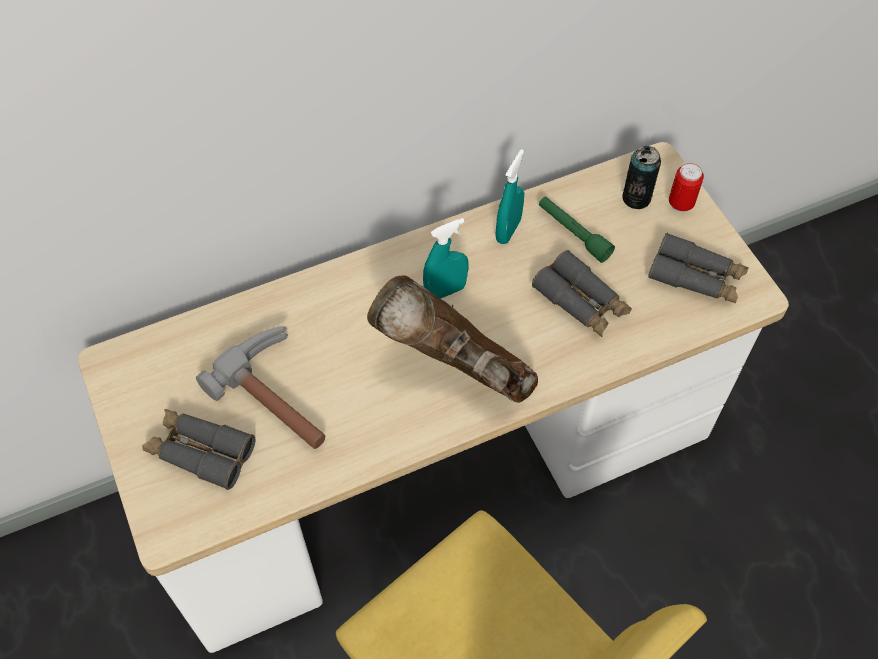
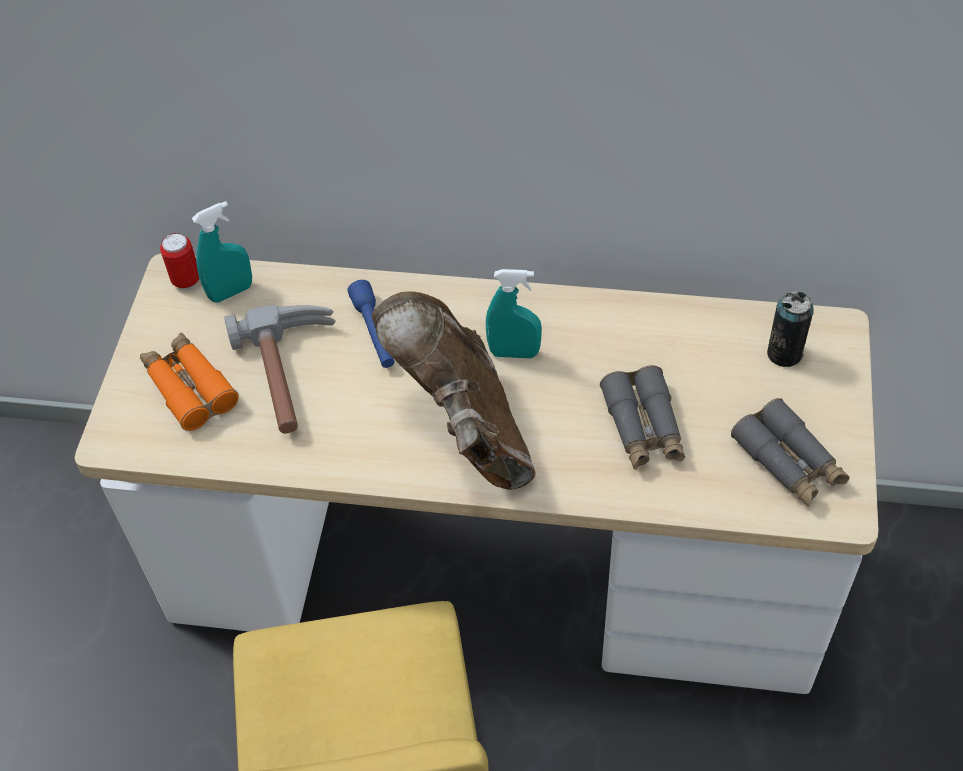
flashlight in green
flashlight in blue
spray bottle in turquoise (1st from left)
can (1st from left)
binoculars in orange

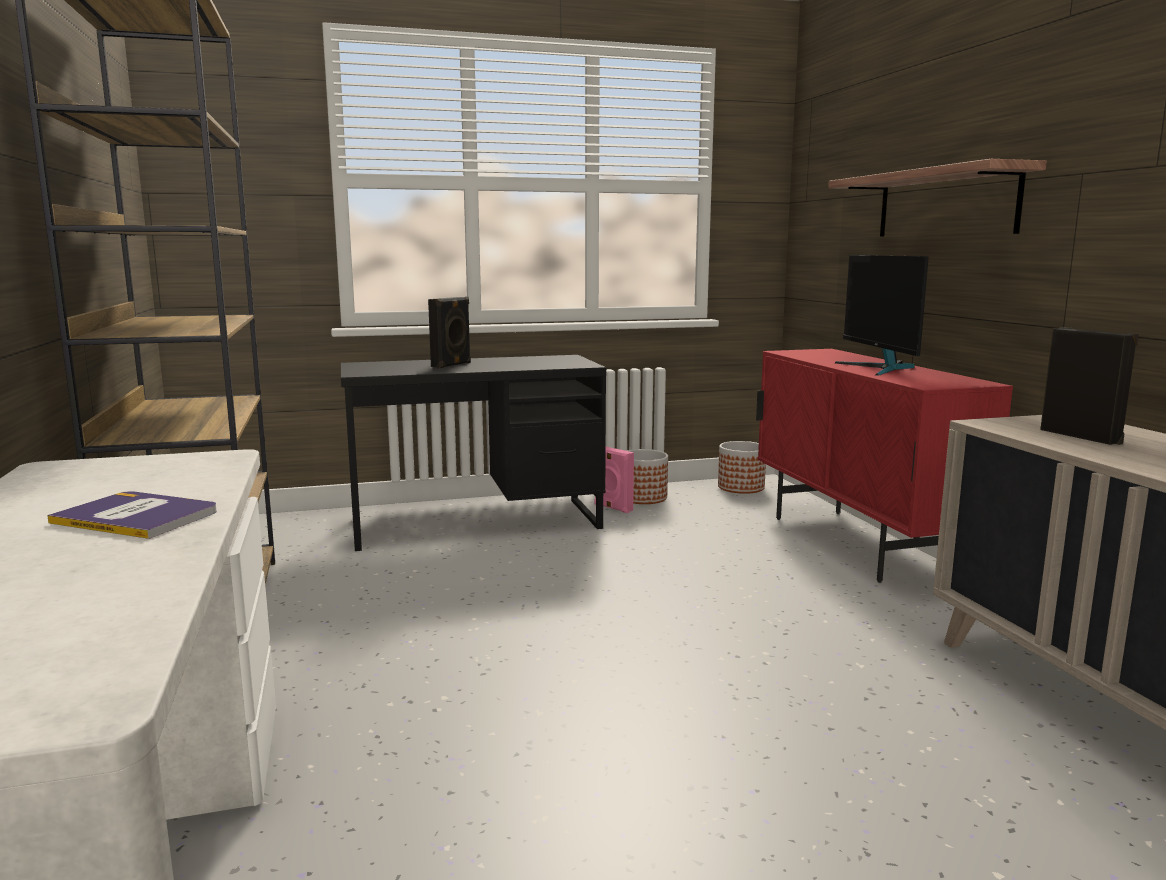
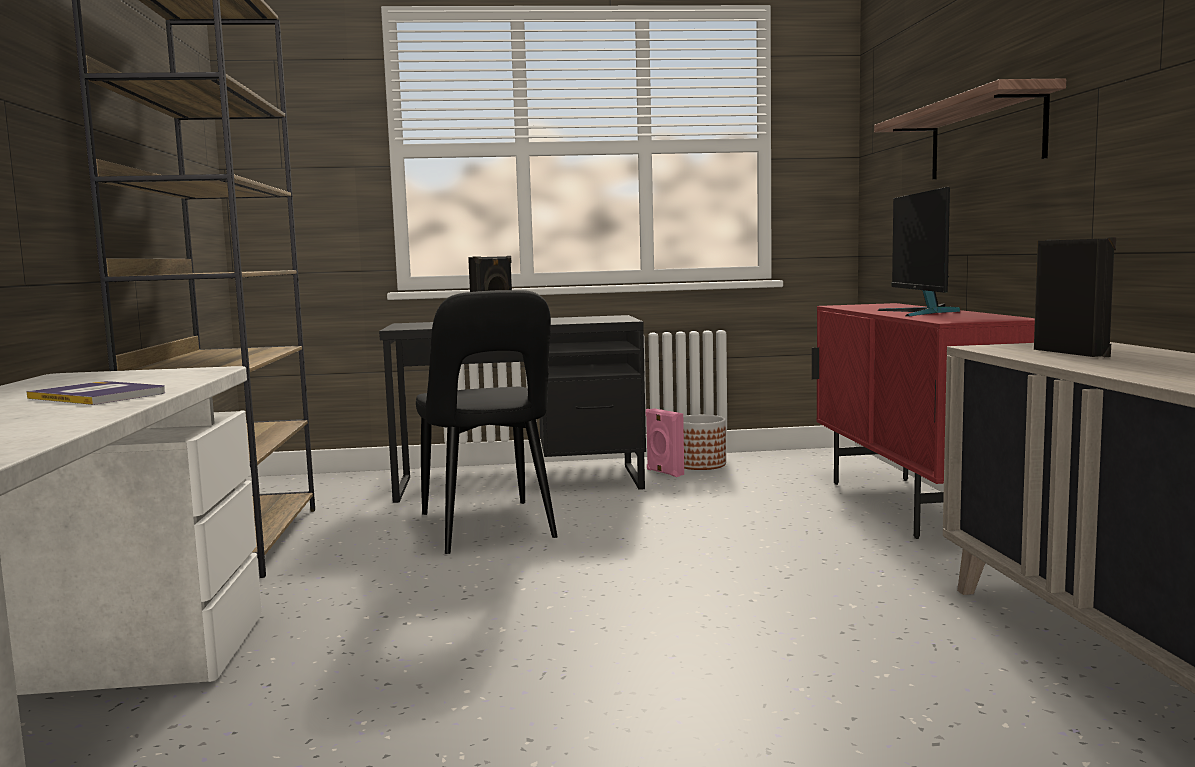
planter (2nd from left in the first image)
chair in black

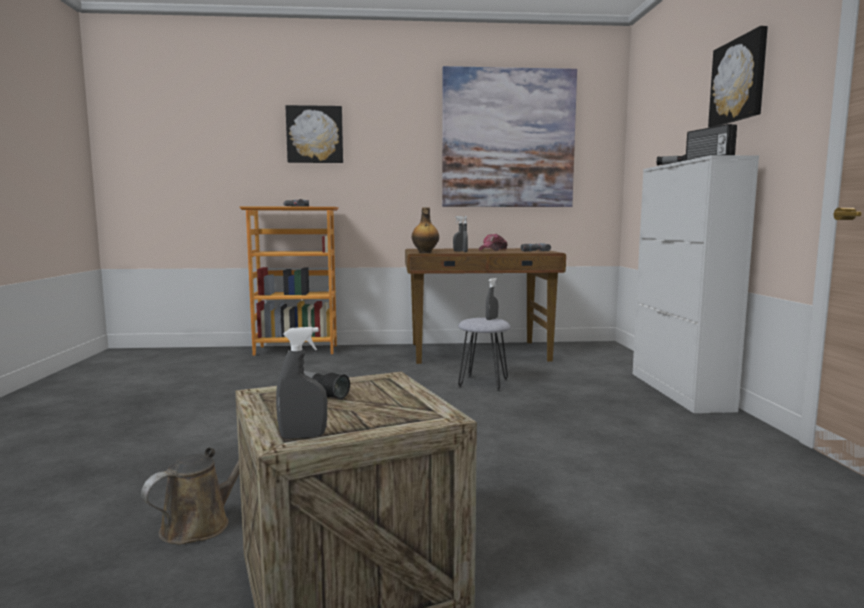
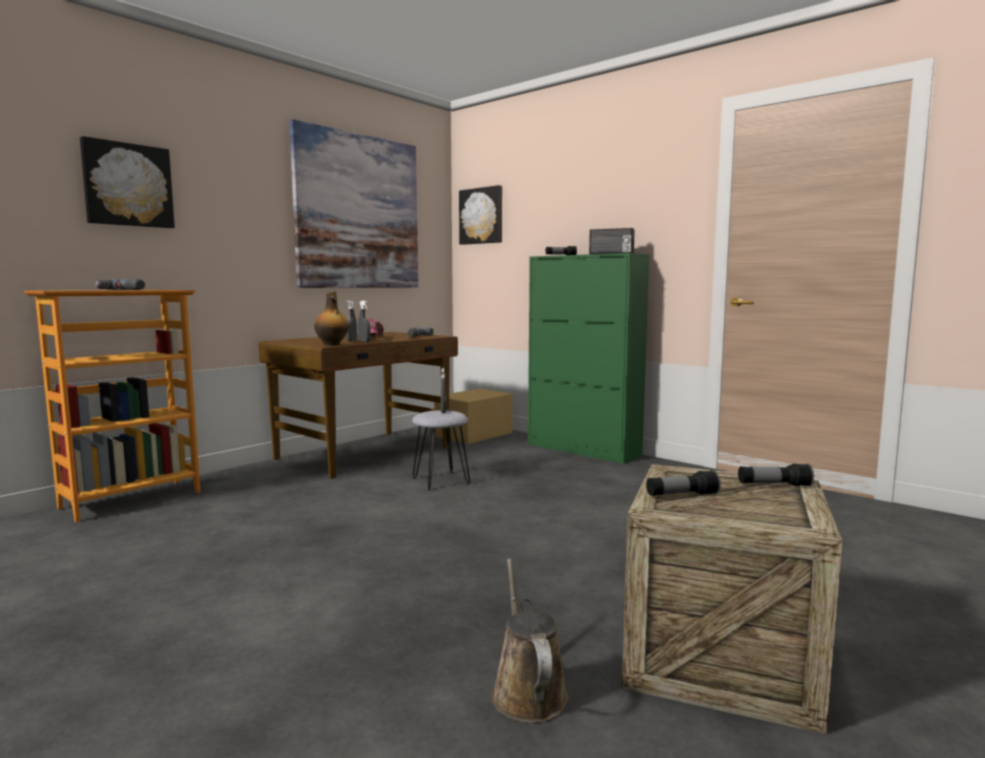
spray bottle in grey (1st from left in the first image)
cardboard box
flashlight (3rd from left)
picture (3rd from left)
cabinet in green

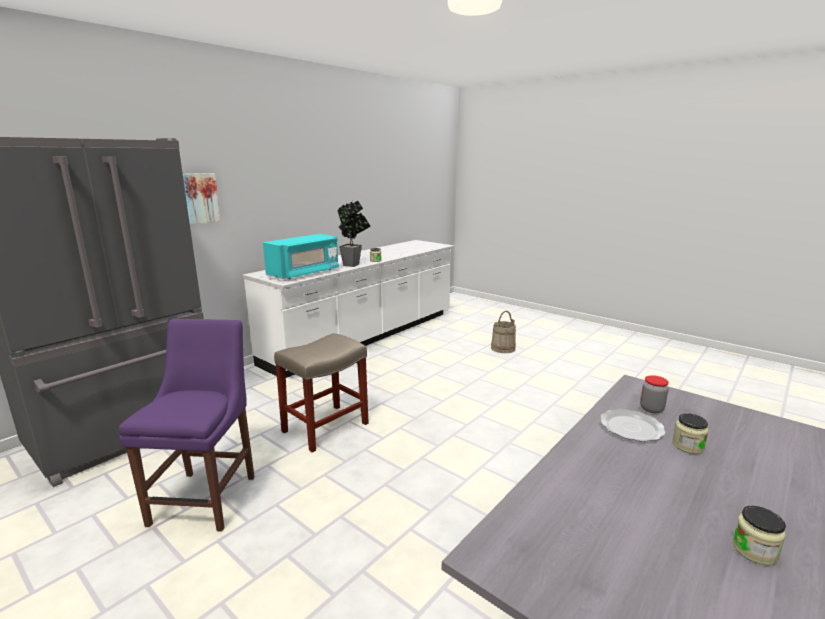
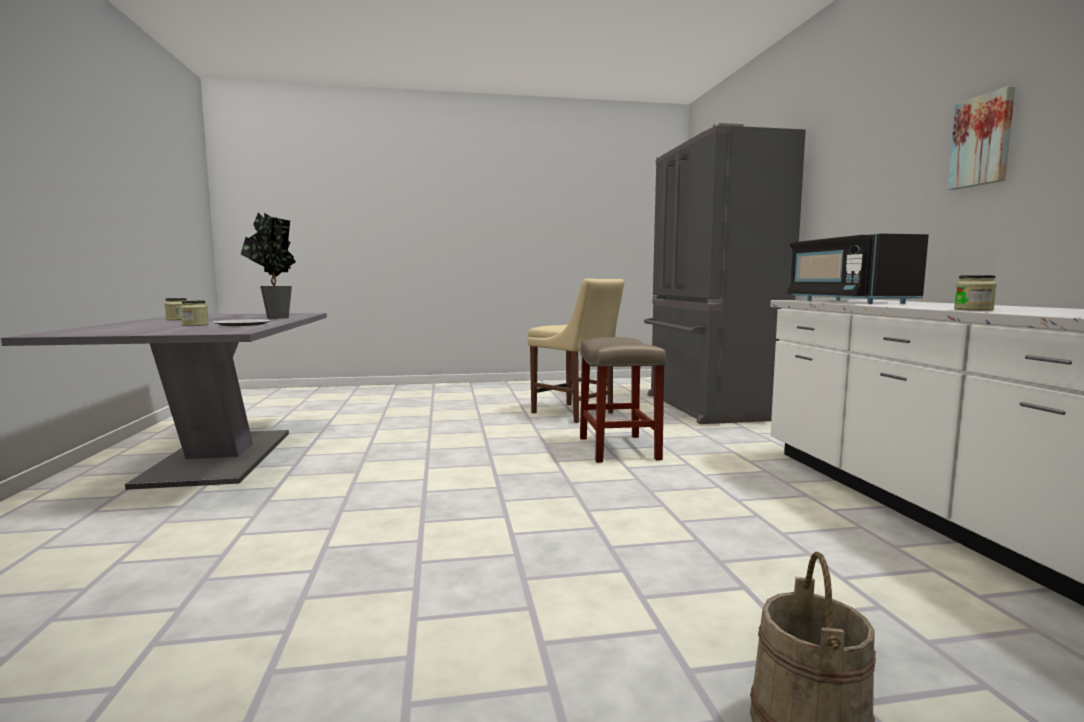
jar (2nd from left in the first image)
picture
potted plant
chair in beige
microwave in black

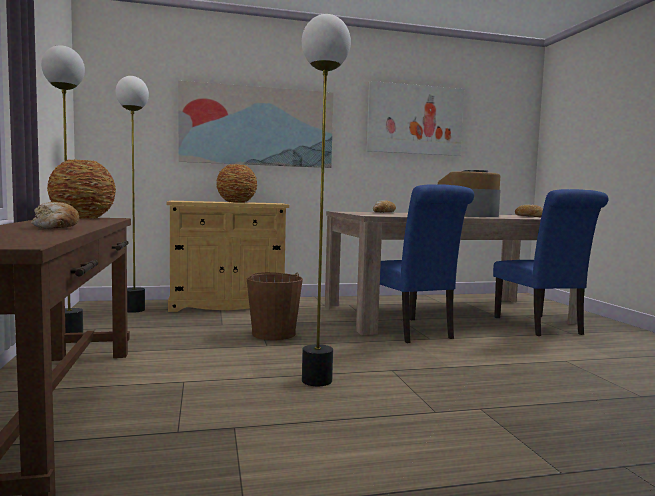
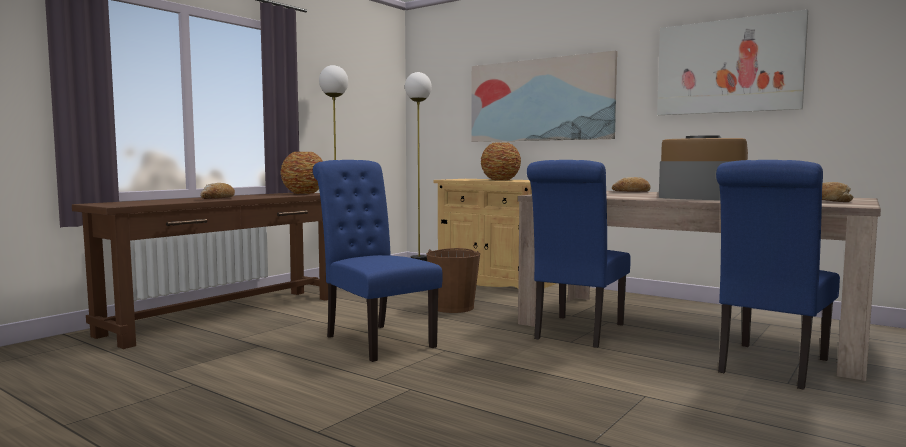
chair in blue (1st from left)

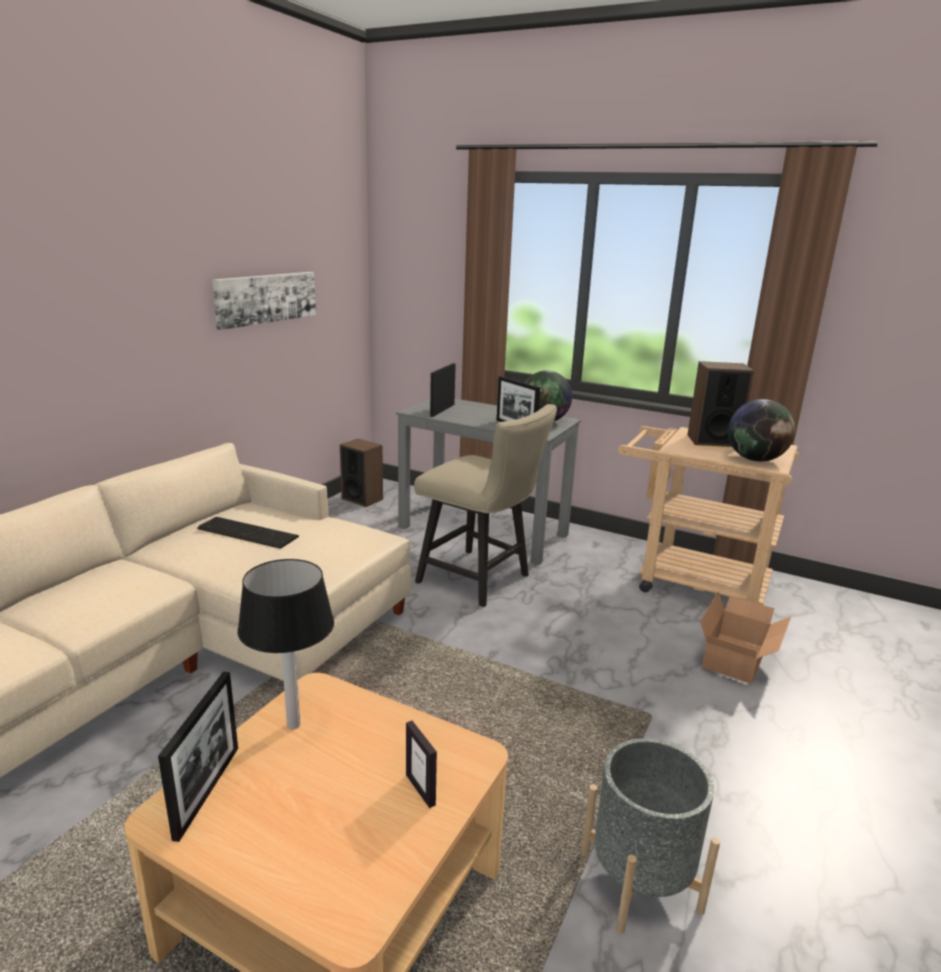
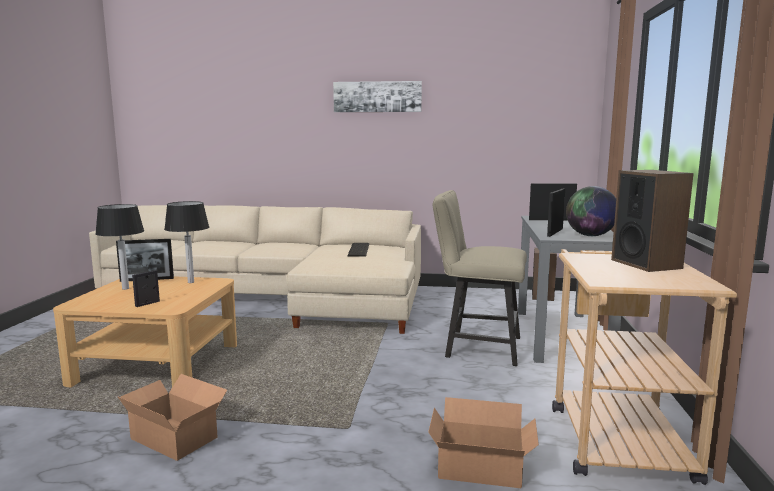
globe (2nd from left in the first image)
table lamp (1st from left)
picture
cardboard box (1st from left)
chair in beige

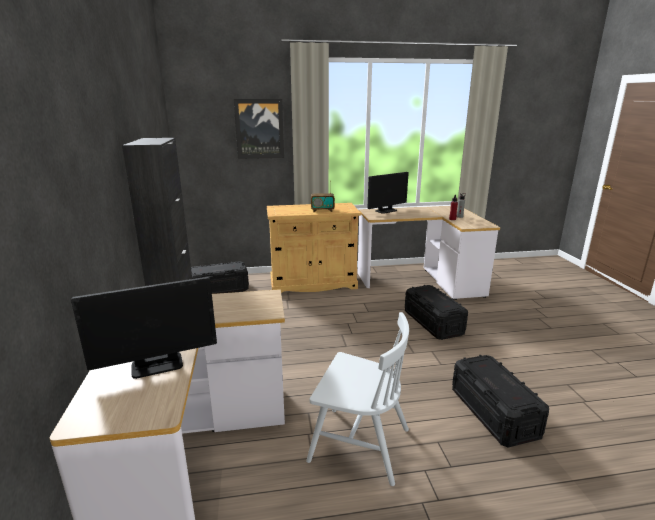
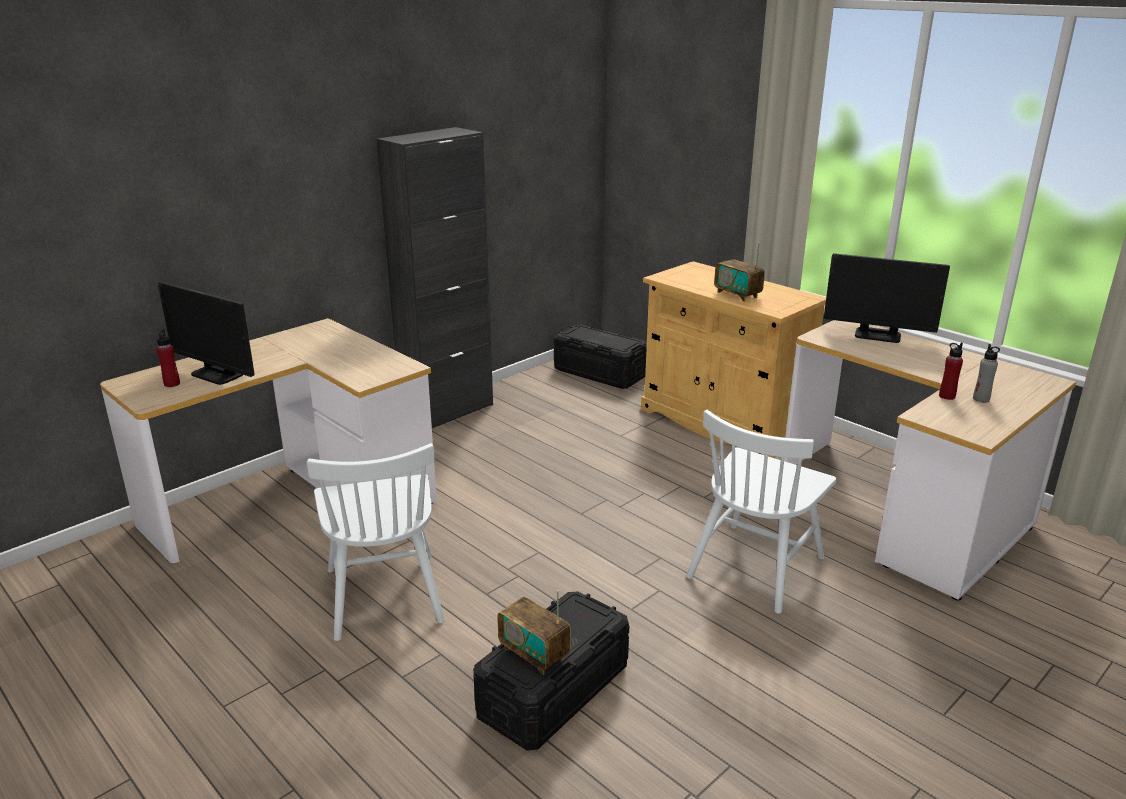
picture
bottle in red (1st from left)
radio (1st from left)
chair in white (2nd from left)

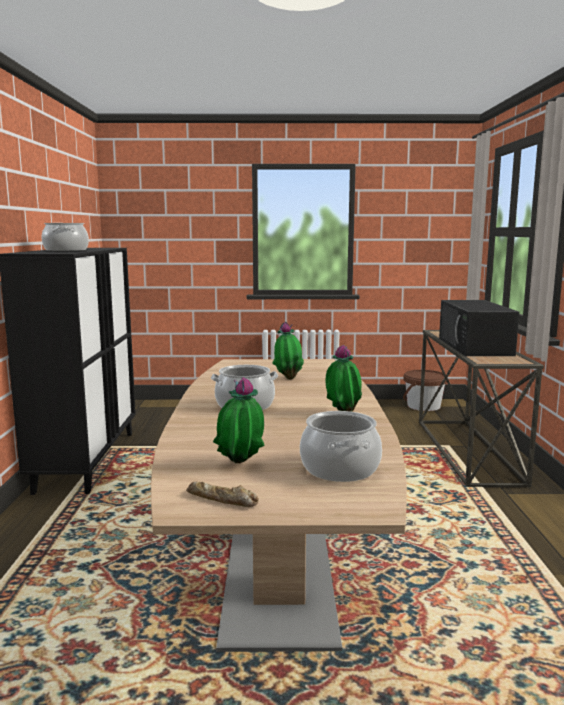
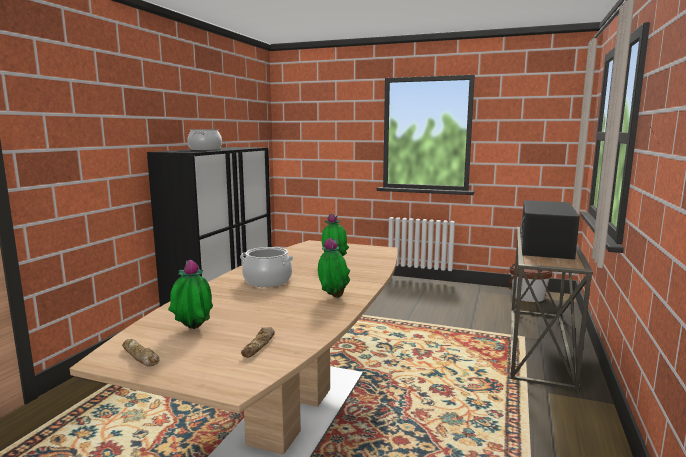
bread (2nd from left)

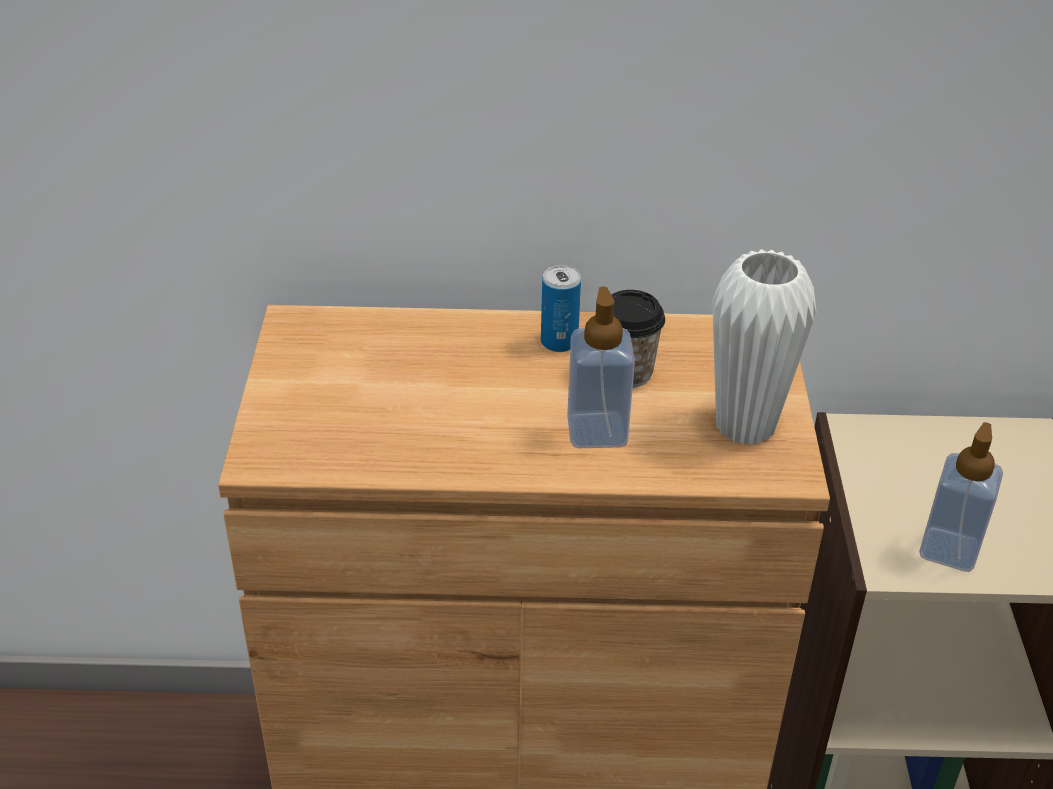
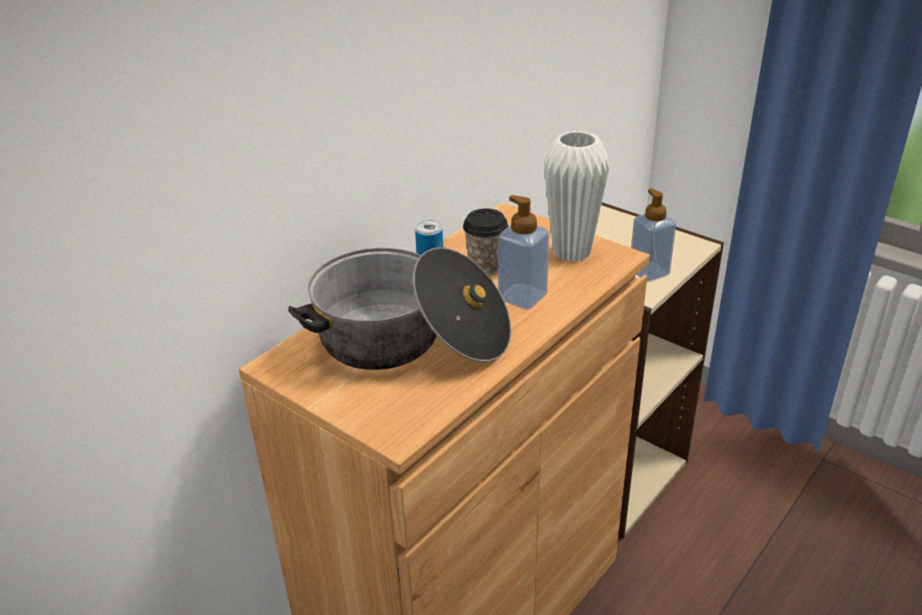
cooking pot

